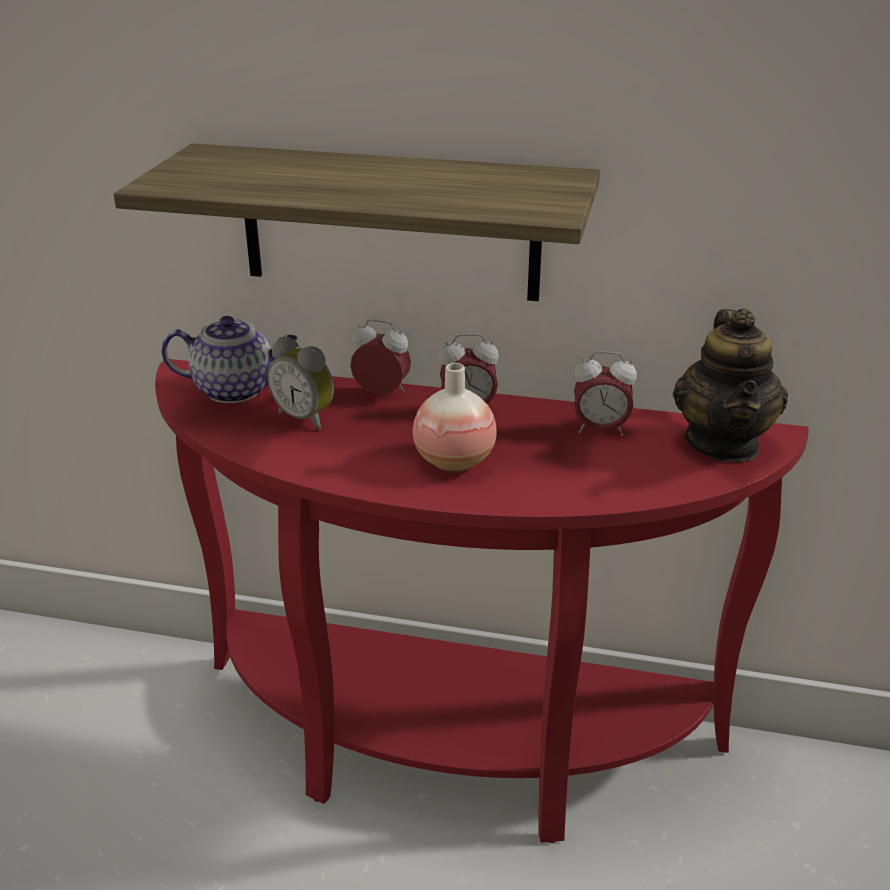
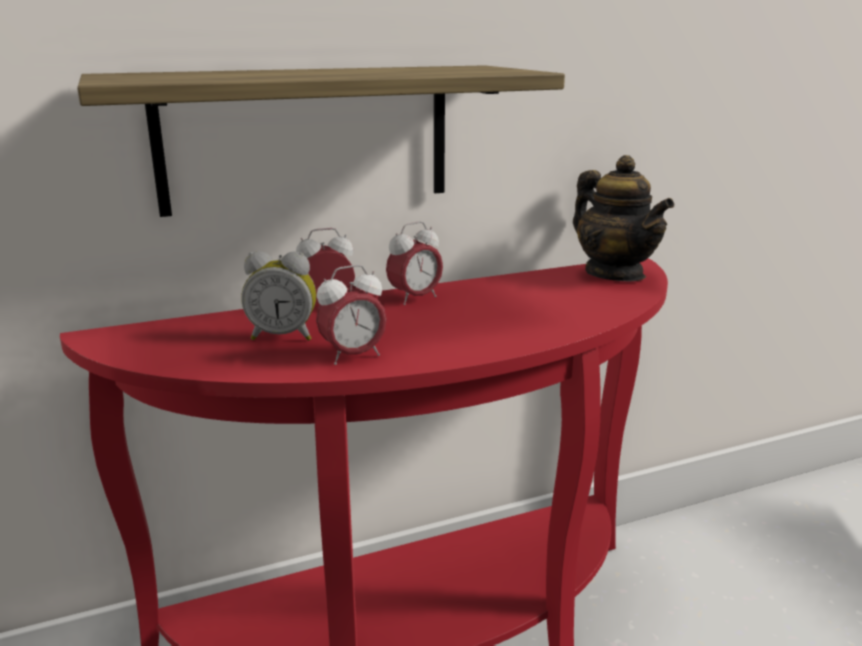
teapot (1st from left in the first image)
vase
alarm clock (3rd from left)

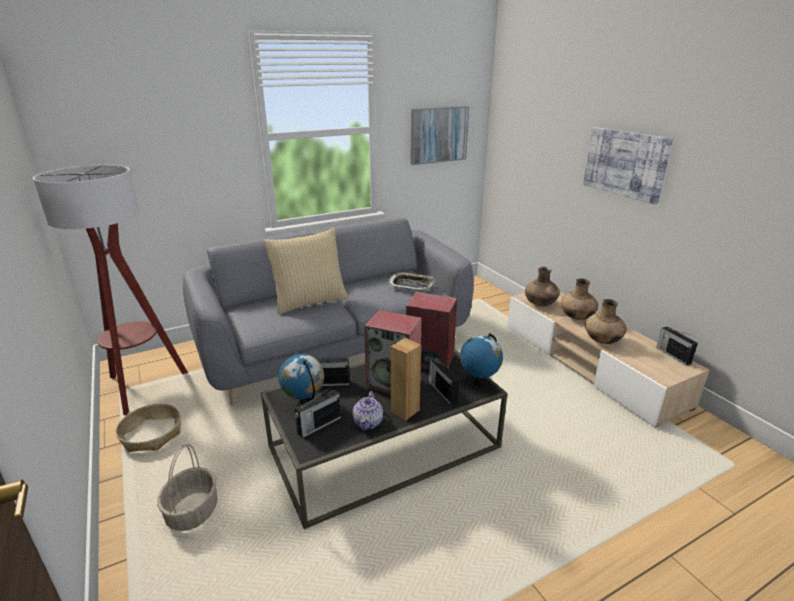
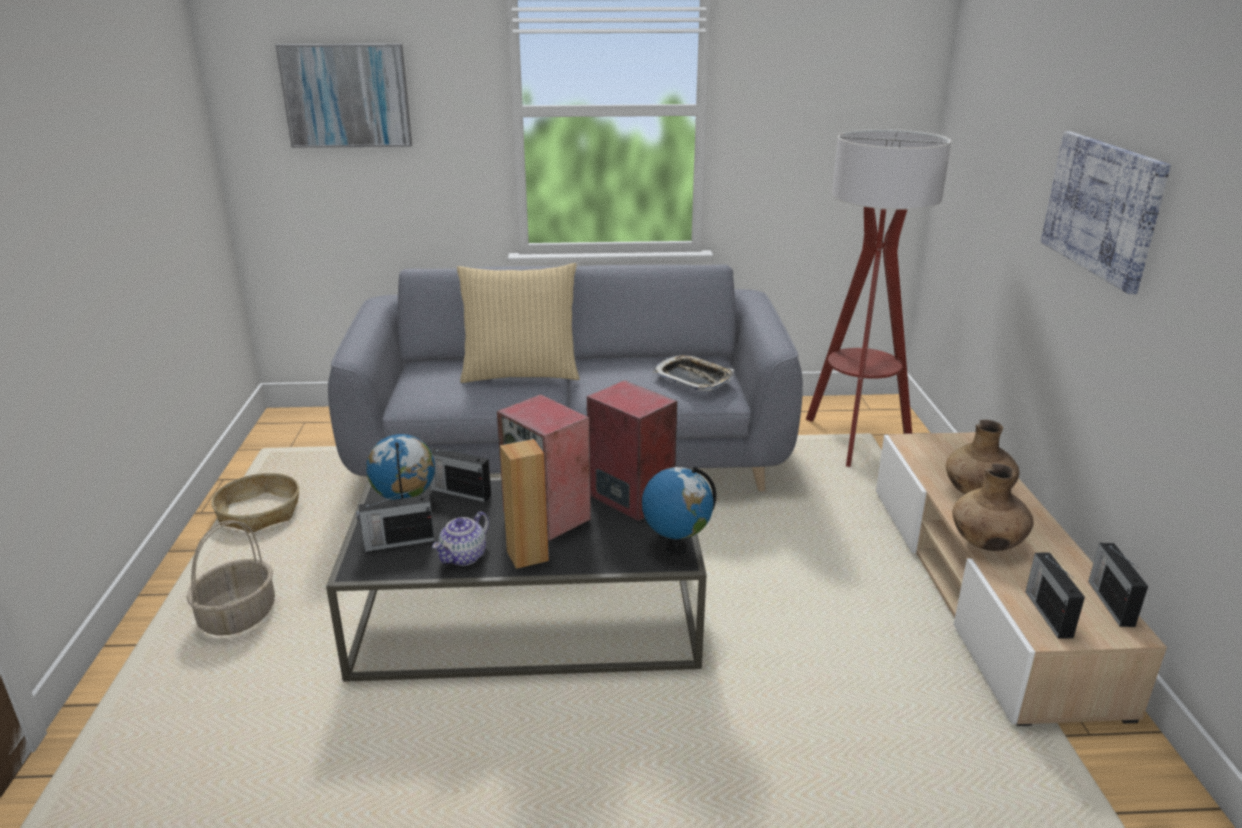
vase in brown (1st from left in the first image)
floor lamp
picture (1st from left)
radio (3rd from left)

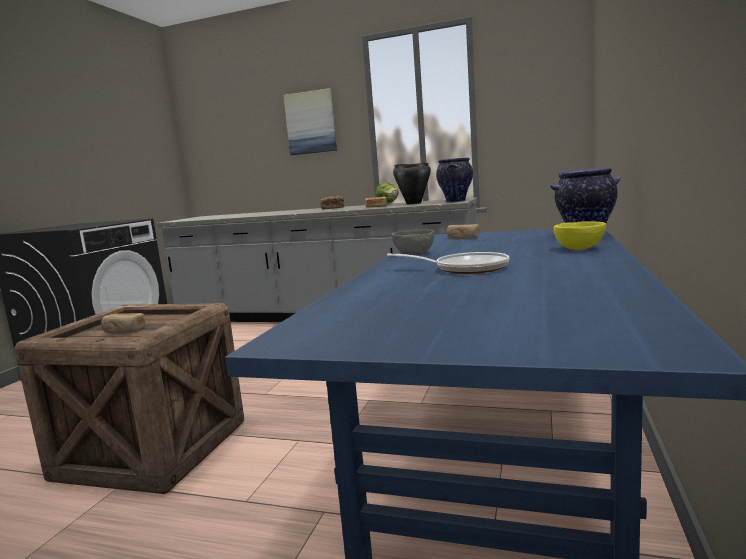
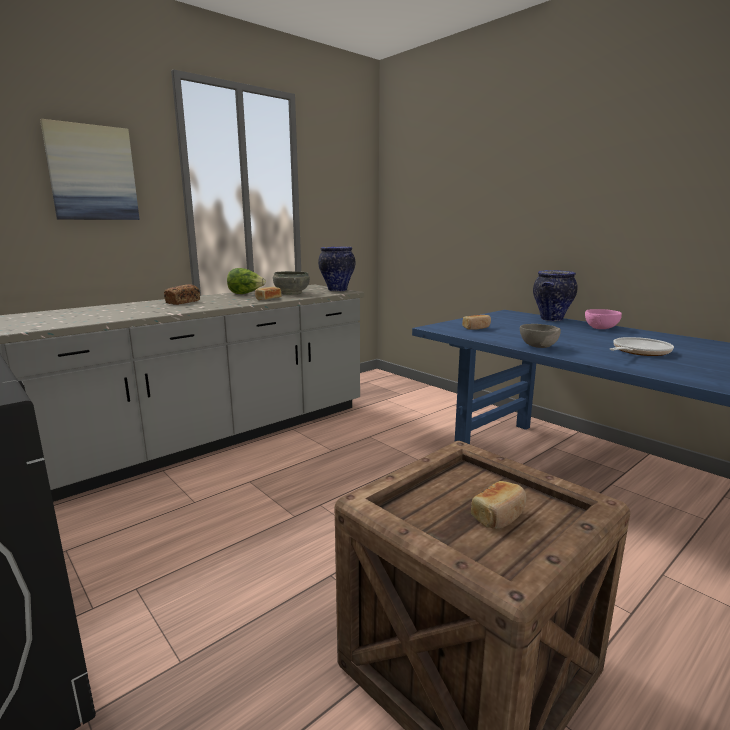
bowl in grey (1st from left)
bowl in pink

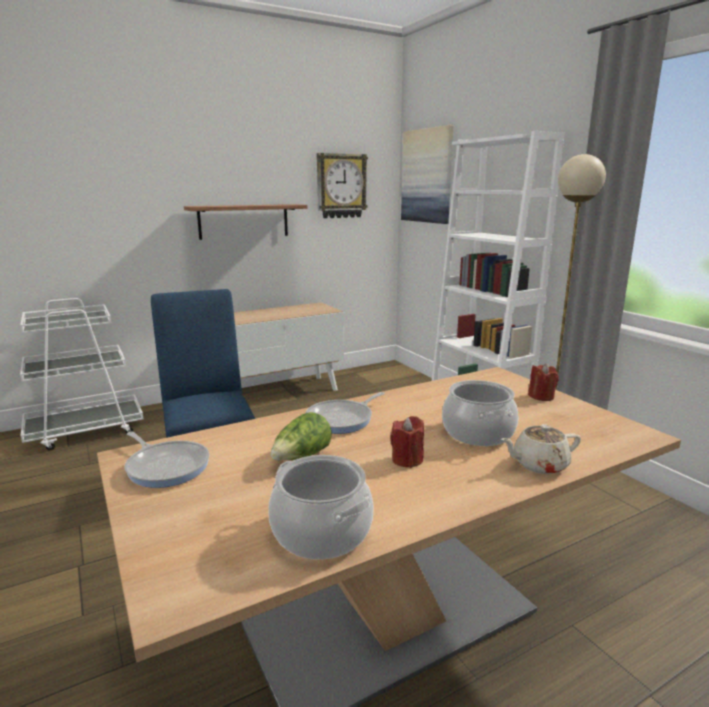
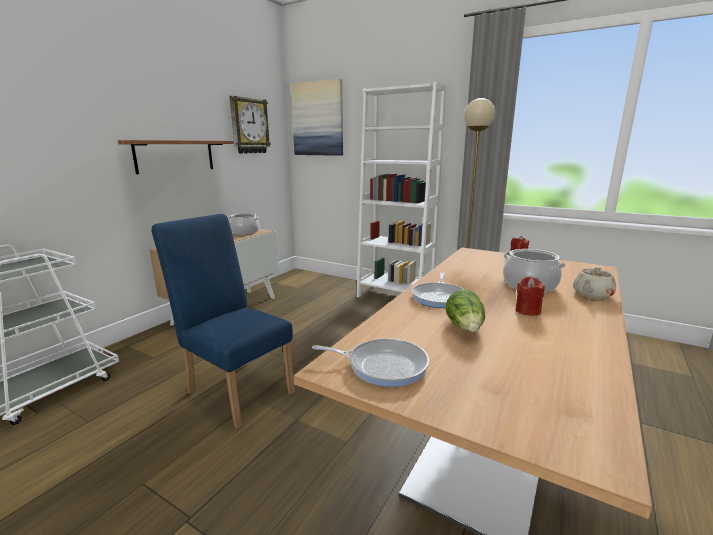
cooking pot (1st from left)

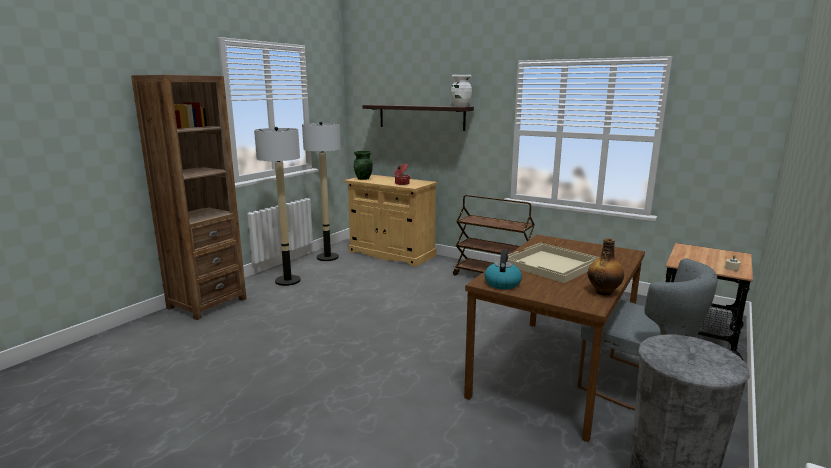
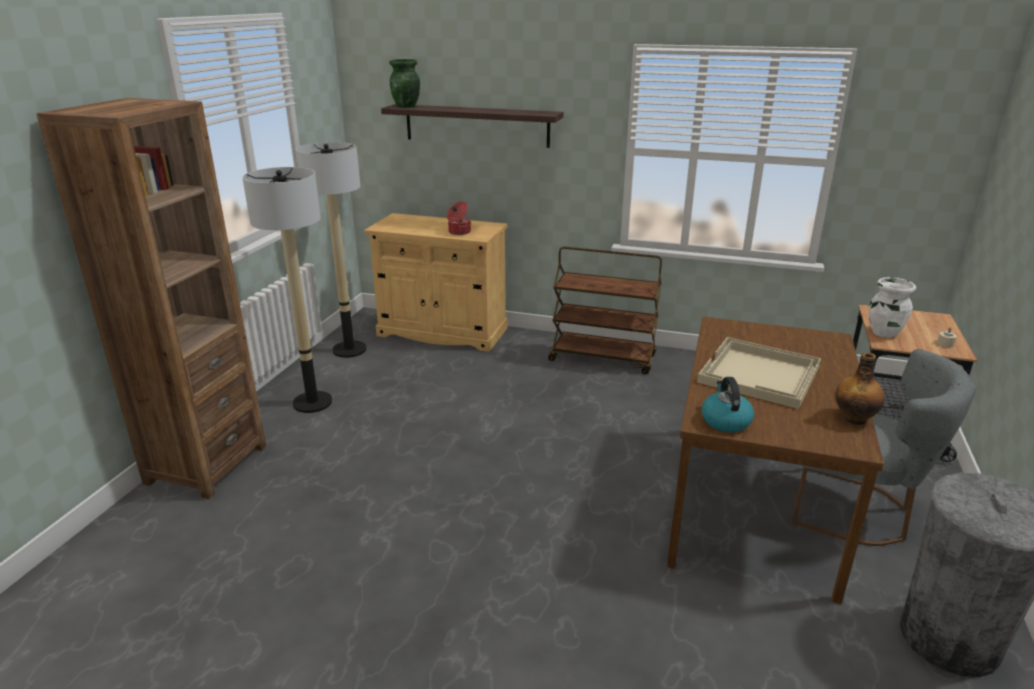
vase in green
vase in white

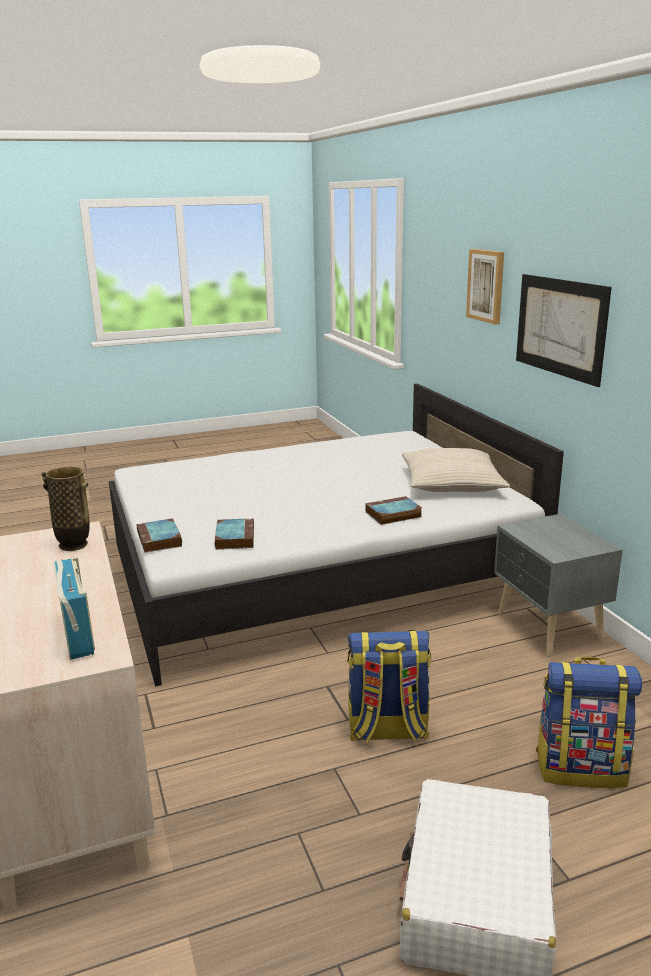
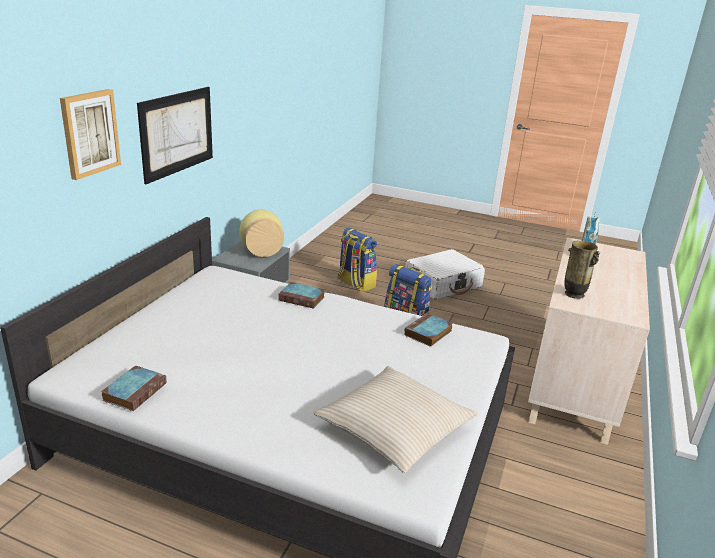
vase (1st from left)
book (1st from left)
pillow in beige

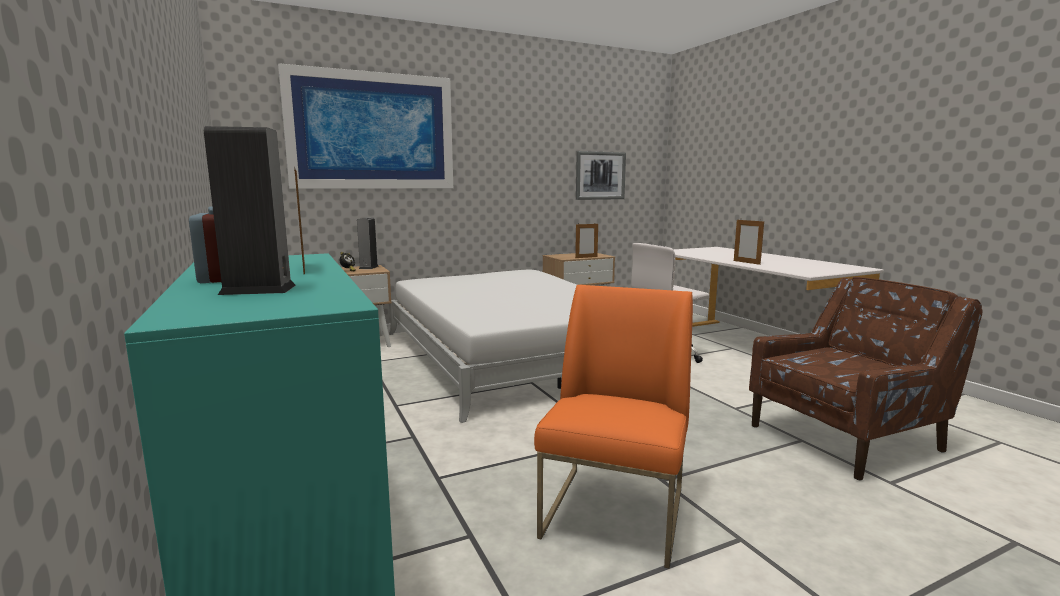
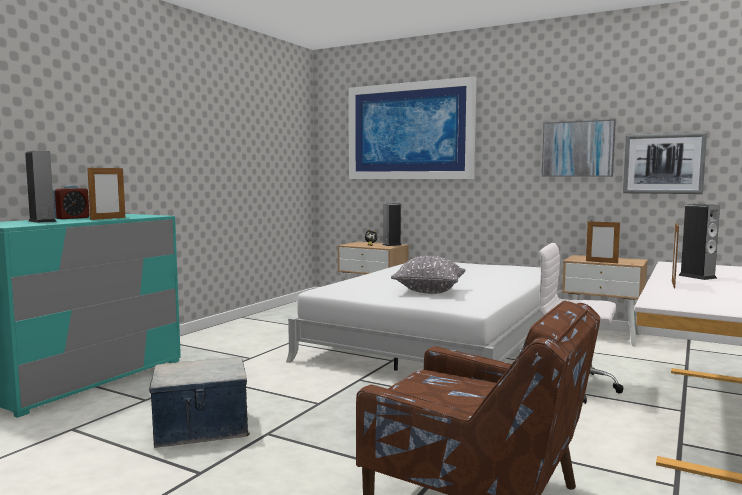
pillow in grey
picture (2nd from left)
speaker (3rd from left)
storage box

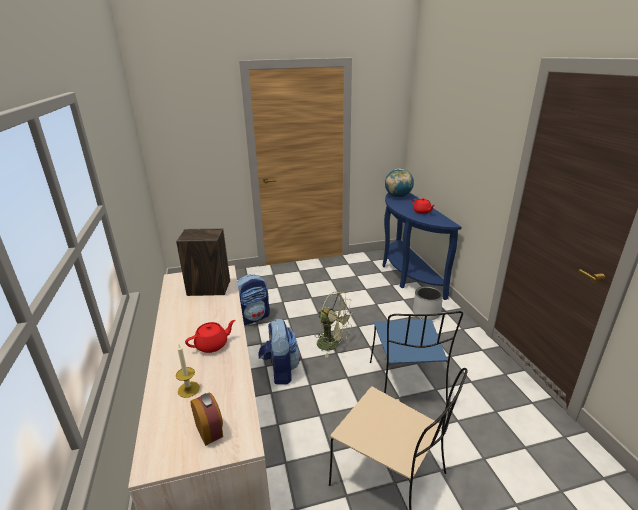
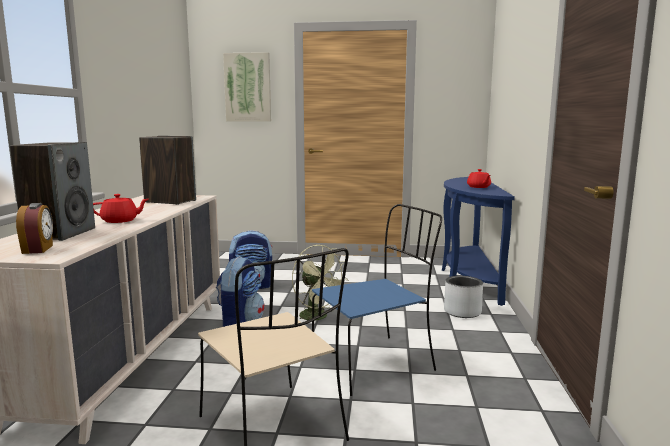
globe
picture
speaker (1st from left)
chair in blue

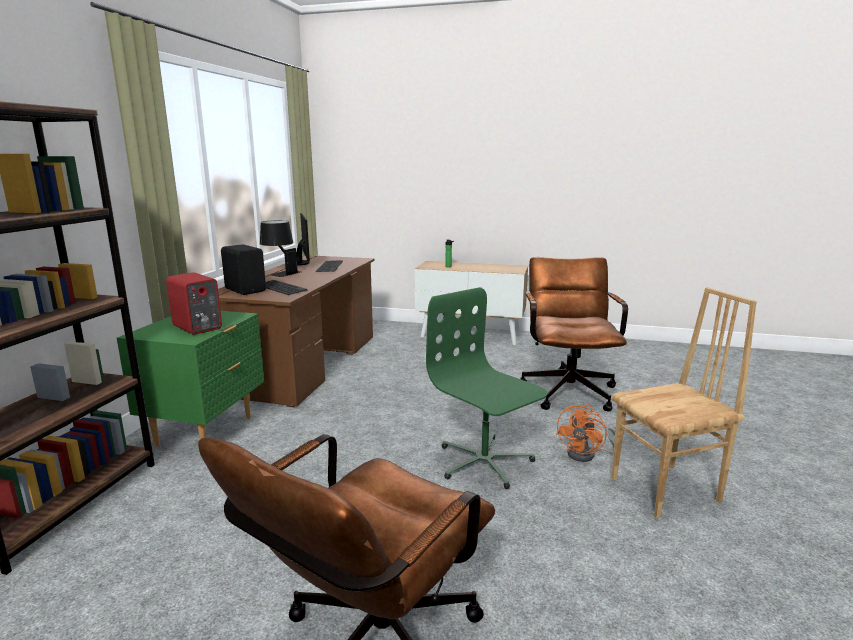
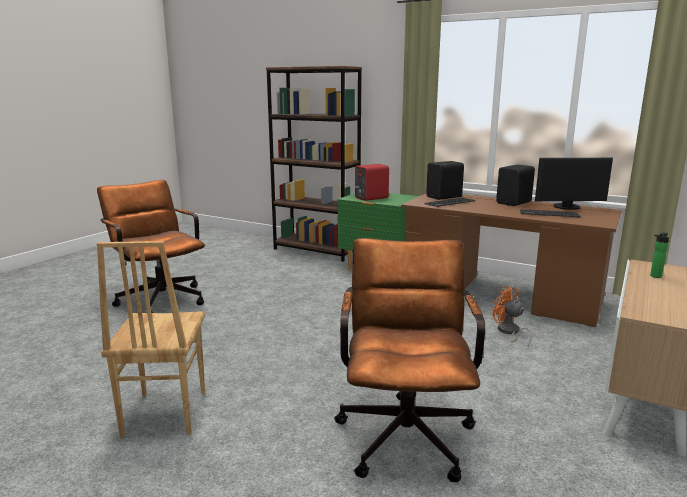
office chair in green
fan in orange
speaker in black (2nd from left)
office chair in brown (2nd from left)

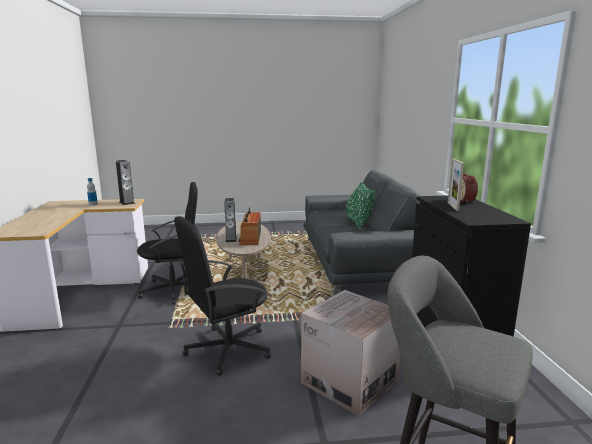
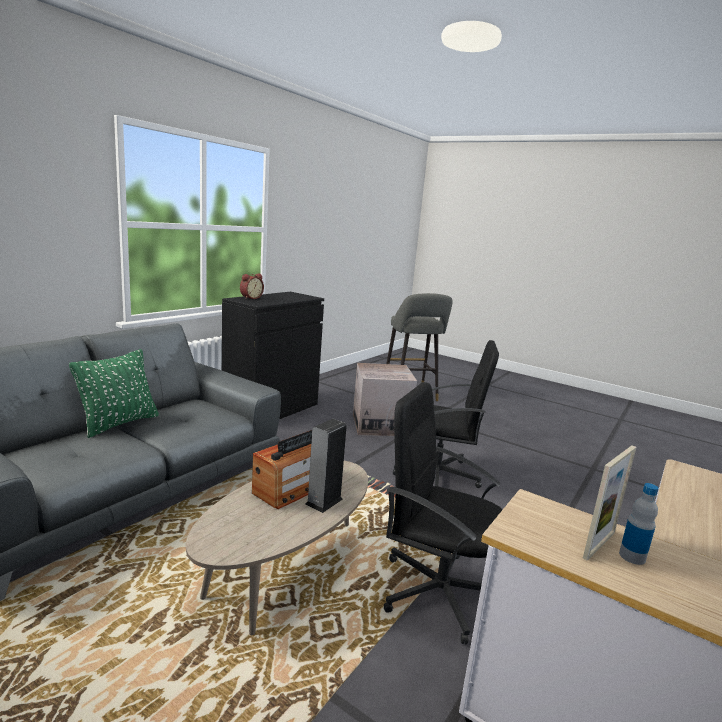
speaker (1st from left in the first image)
picture frame

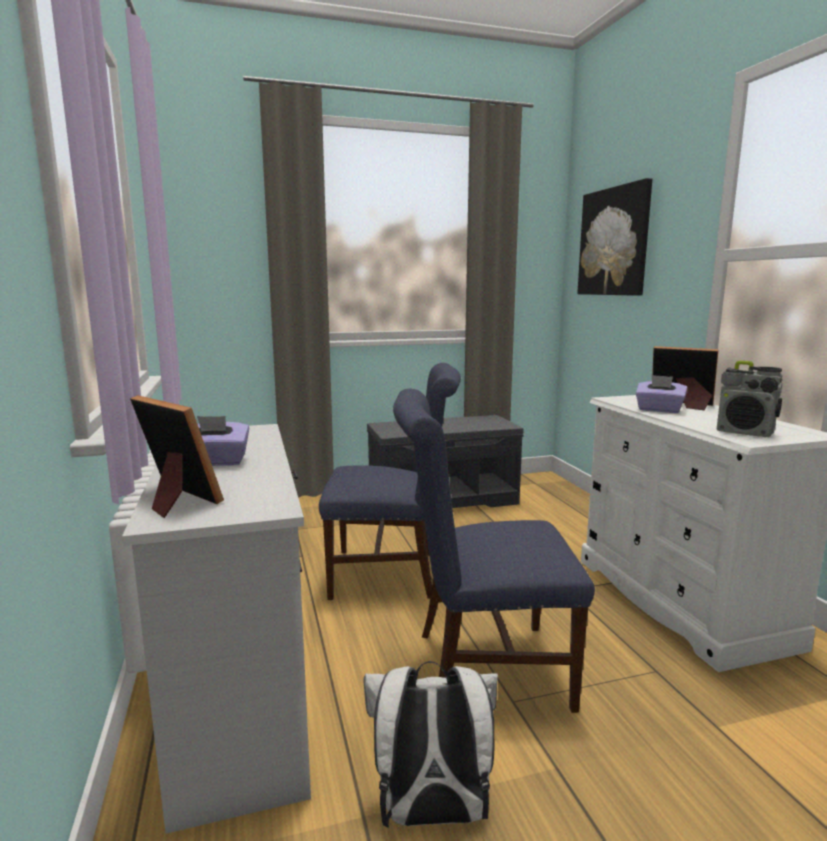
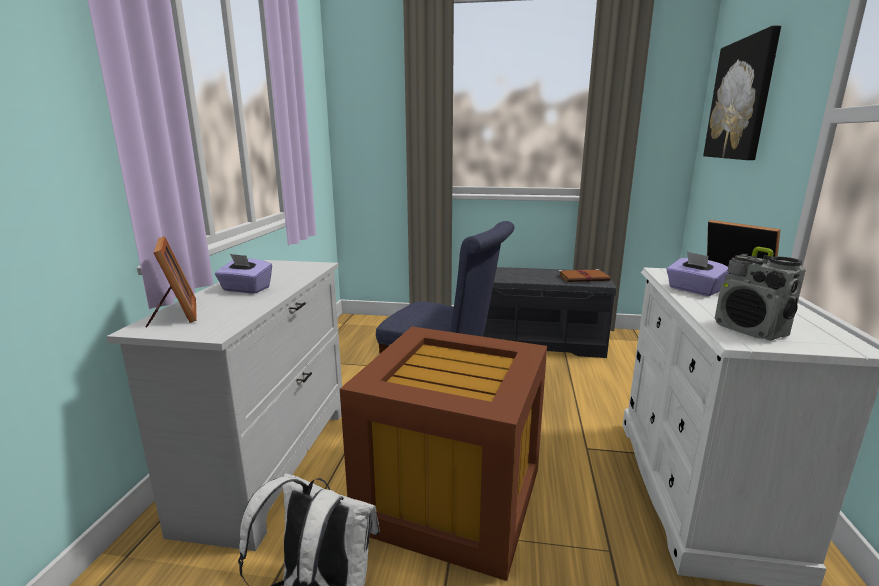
book in brown
storage box in brown

